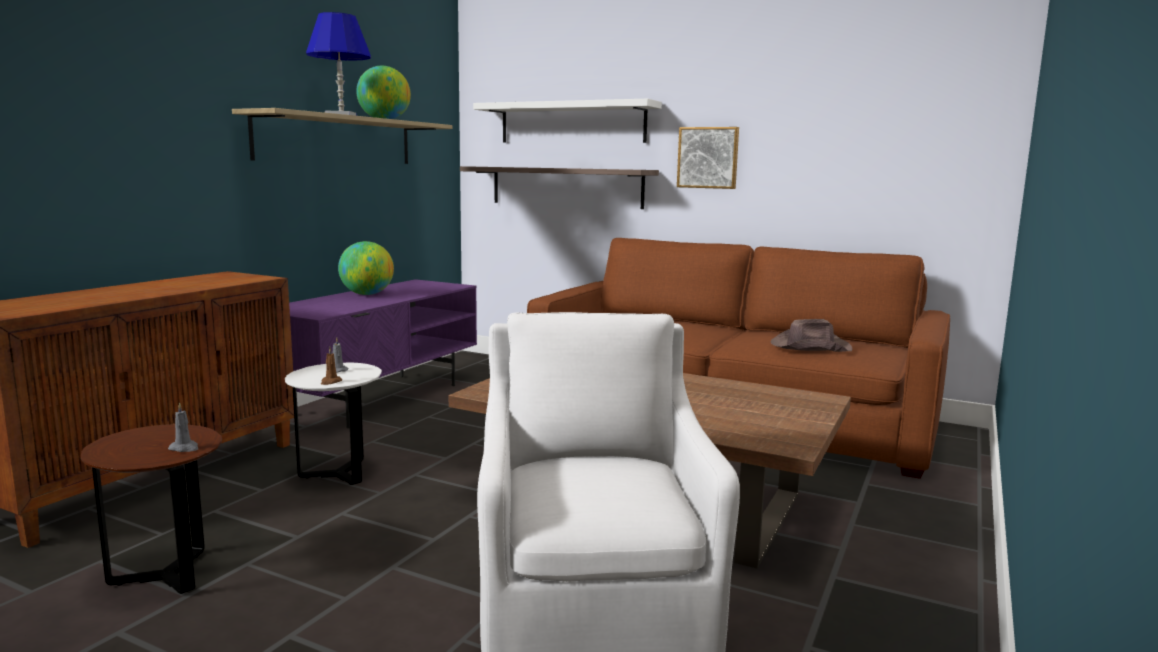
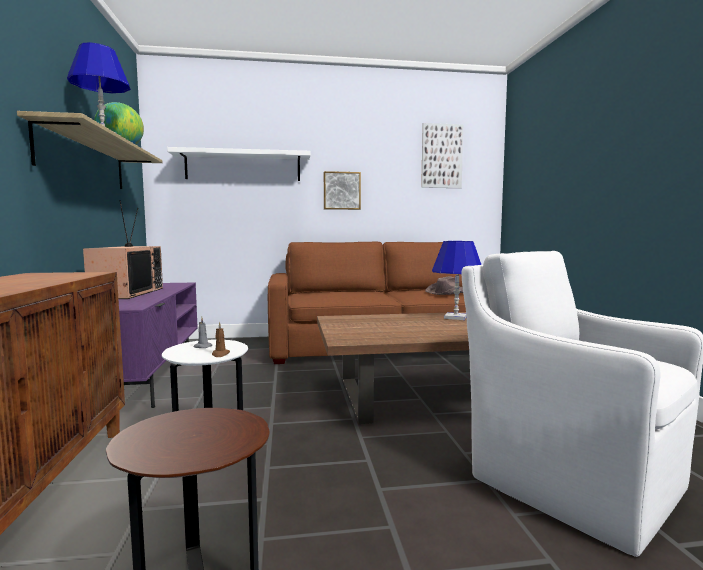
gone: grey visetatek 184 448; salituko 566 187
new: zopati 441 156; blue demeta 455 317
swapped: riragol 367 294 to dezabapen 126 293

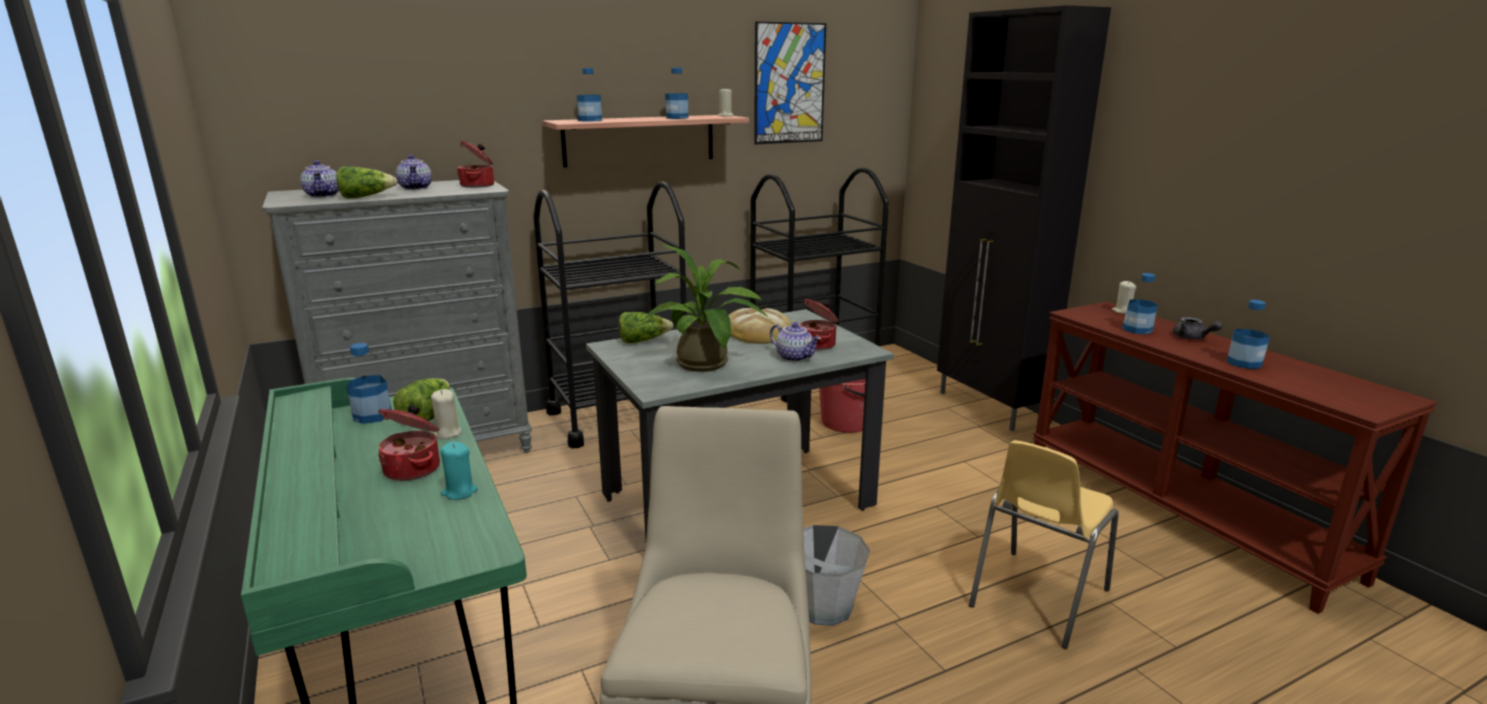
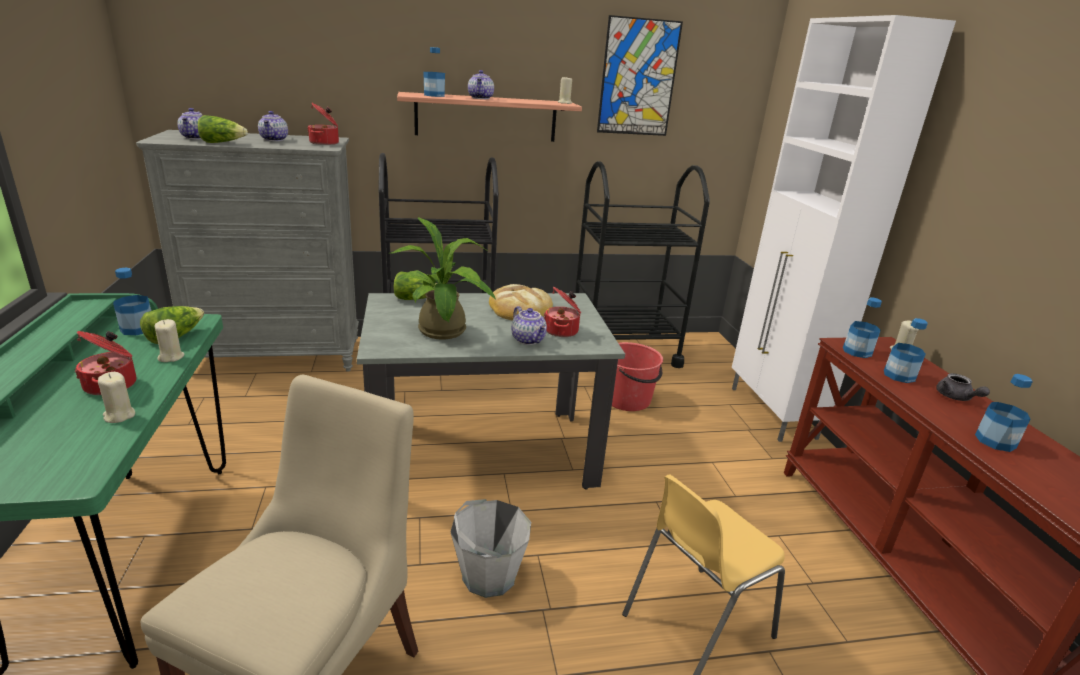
new: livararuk 481 98
shifted: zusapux 677 118 to 857 351
repainted: turquoise visetatek 459 492 to beige visetatek 119 415; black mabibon 990 408 to white mabibon 772 413

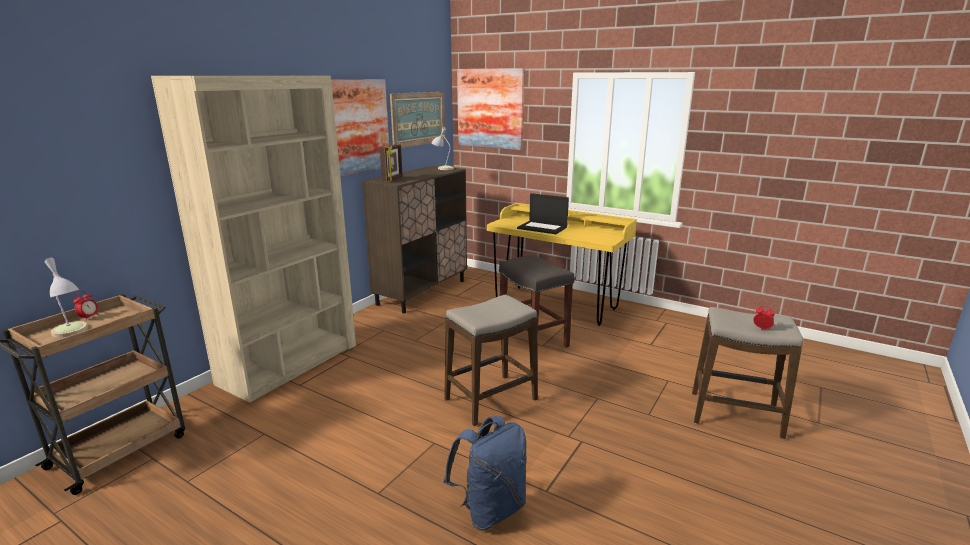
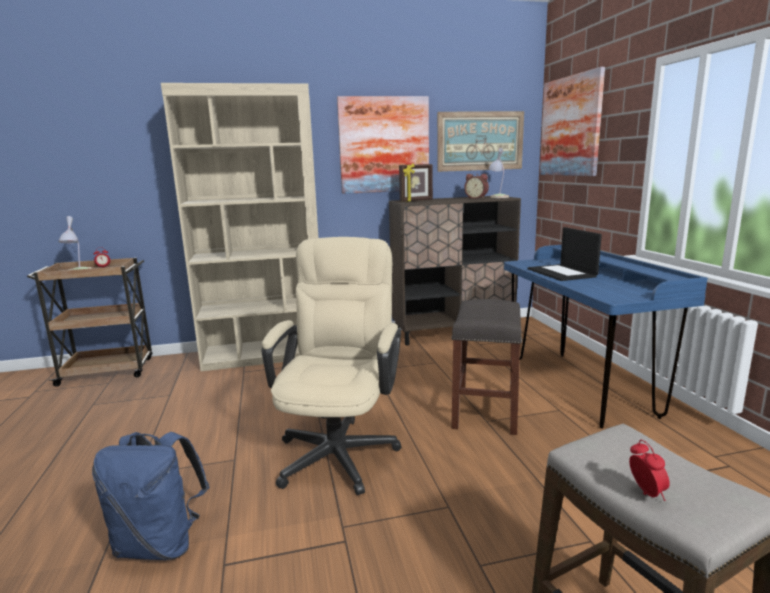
new: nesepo 476 198
swapped: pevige 490 400 to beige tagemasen 340 448
repainted: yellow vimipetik 556 305 to blue vimipetik 579 386

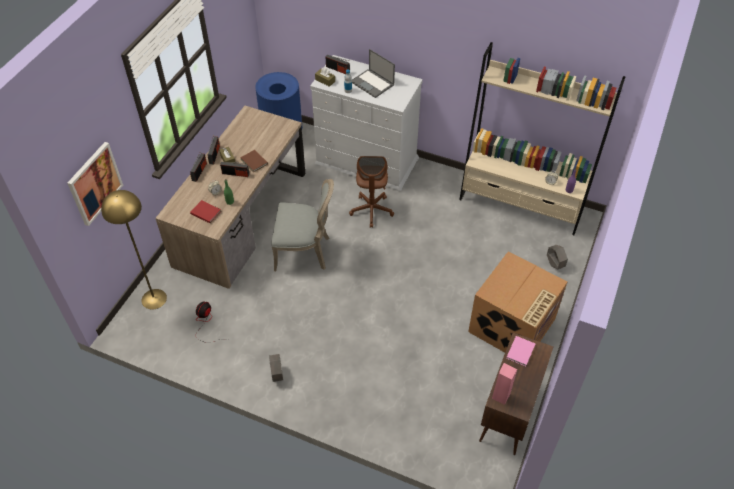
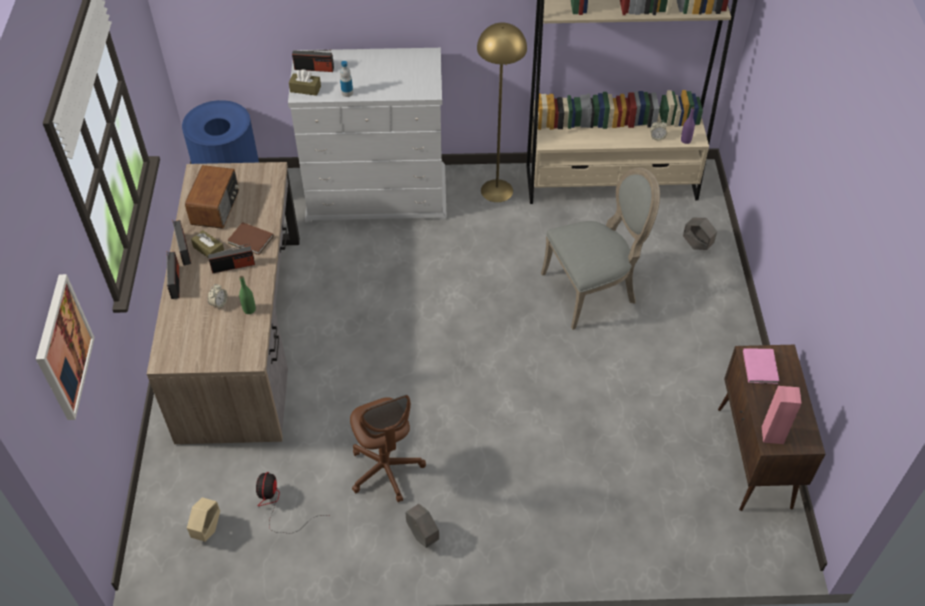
gone: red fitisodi 205 212; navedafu 372 83; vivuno 512 326
new: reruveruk 216 207; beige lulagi 207 529
shifted: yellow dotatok 154 299 to 497 190; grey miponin 305 252 to 593 290; brown tagemasen 371 210 to 386 470

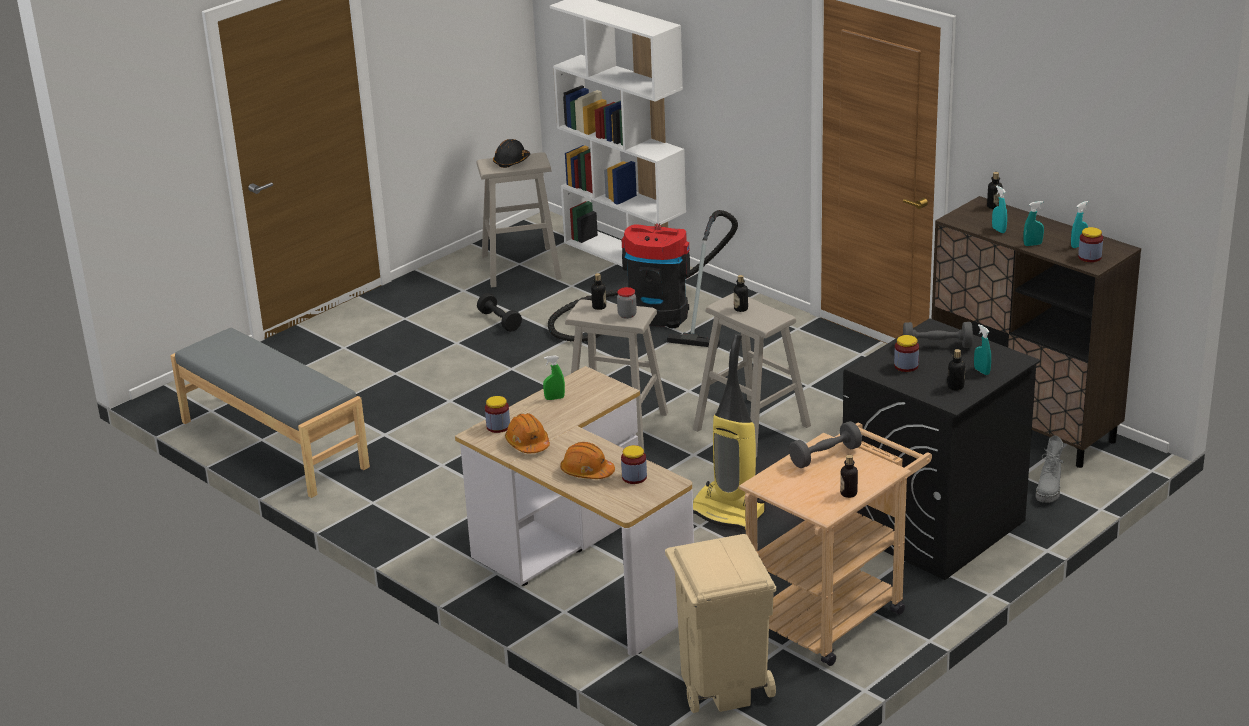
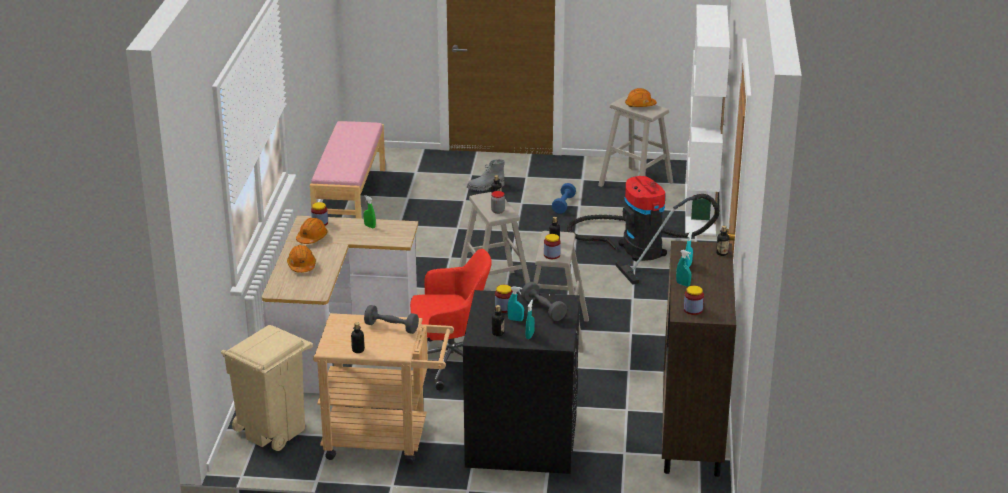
shifted: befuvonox 634 477 to 552 255; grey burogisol 1049 489 to 486 187; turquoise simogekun 1078 245 to 515 320
swapped: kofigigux 728 512 to red tagemasen 450 362
repainted: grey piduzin 272 445 to pink piduzin 349 200; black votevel 500 321 to blue votevel 563 205; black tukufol 511 161 to orange tukufol 640 105

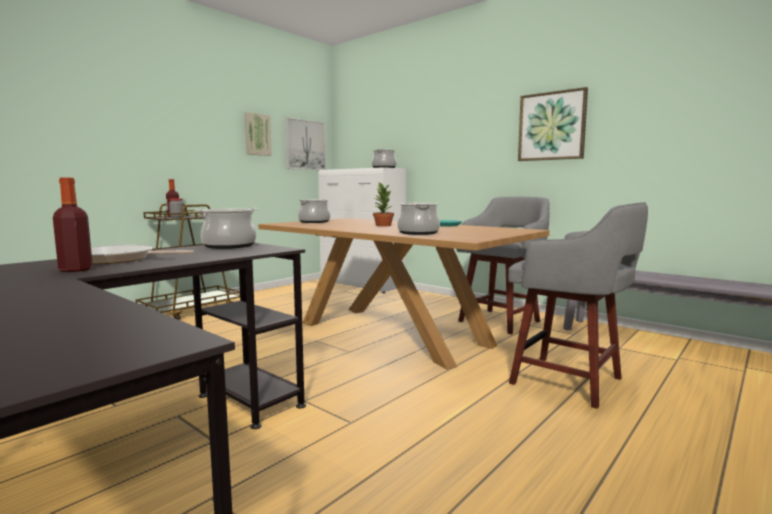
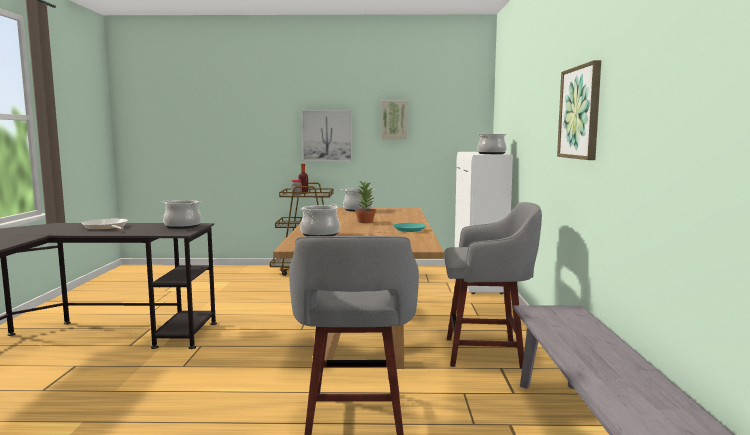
gone: zusapux 76 270
shifted: zopati 305 145 to 327 135

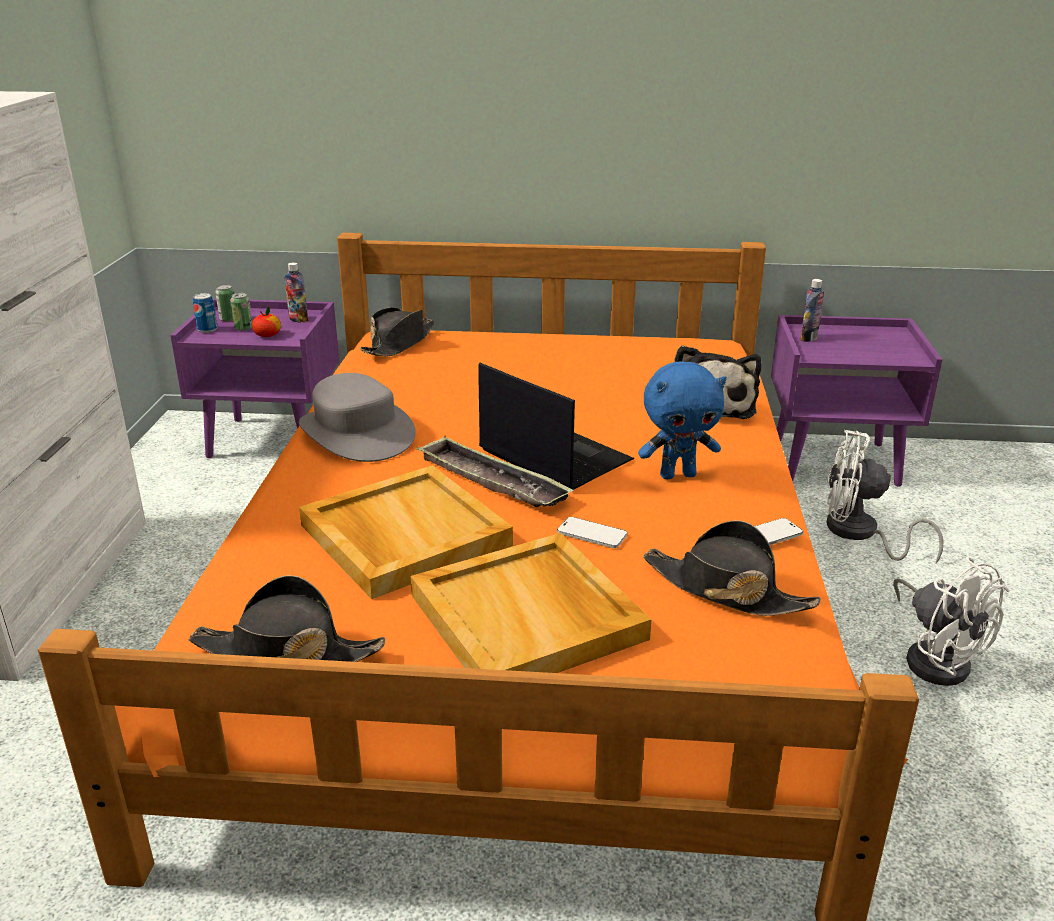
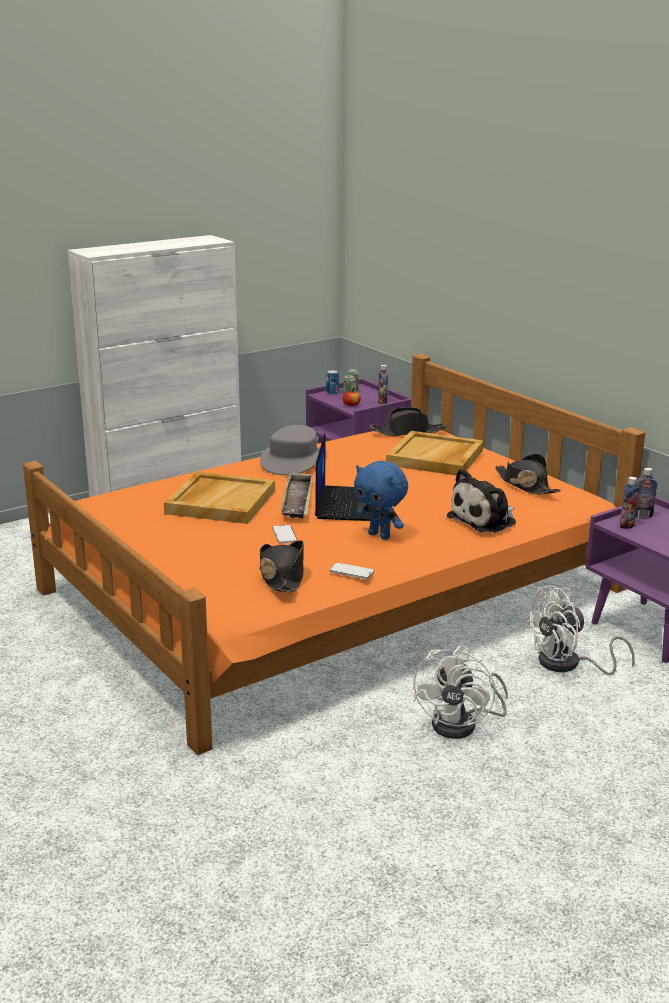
new: zusapux 627 525
shifted: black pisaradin 286 653 to 525 485; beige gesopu 529 617 to 435 458
rotated: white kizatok 859 534 = 568 665 90 degrees counterclockwise

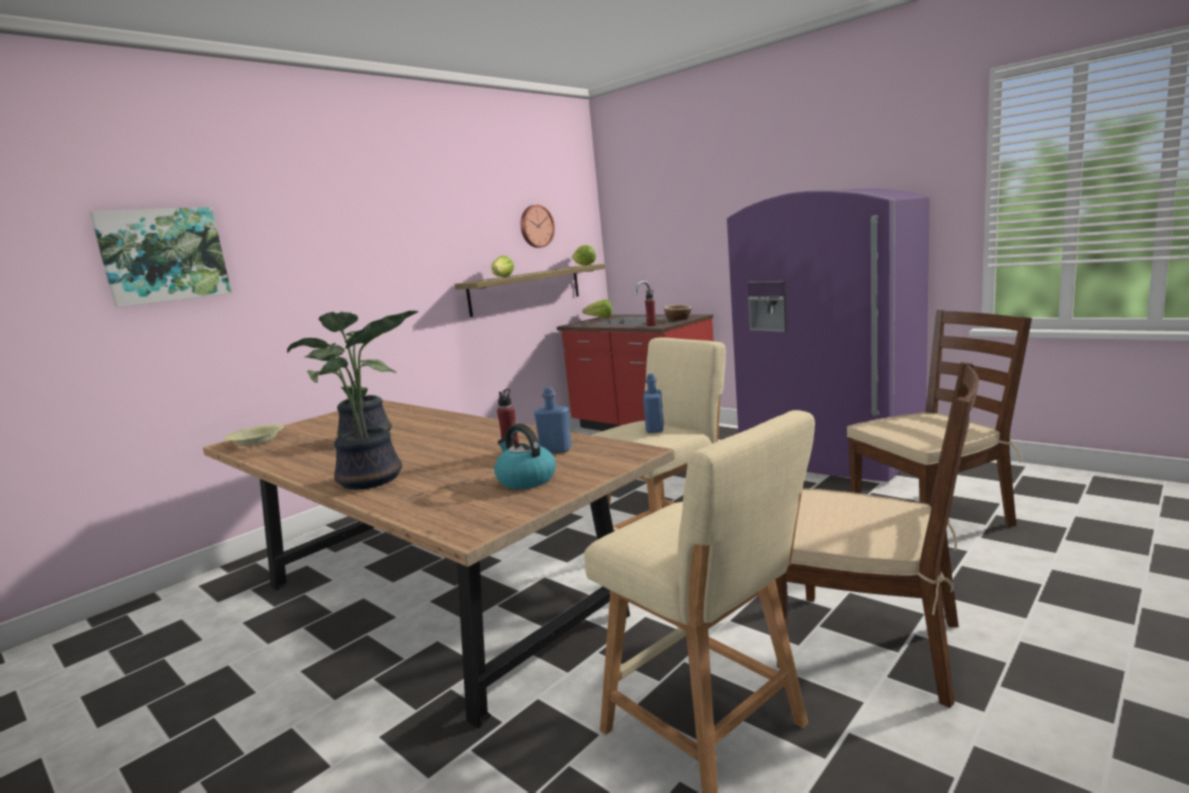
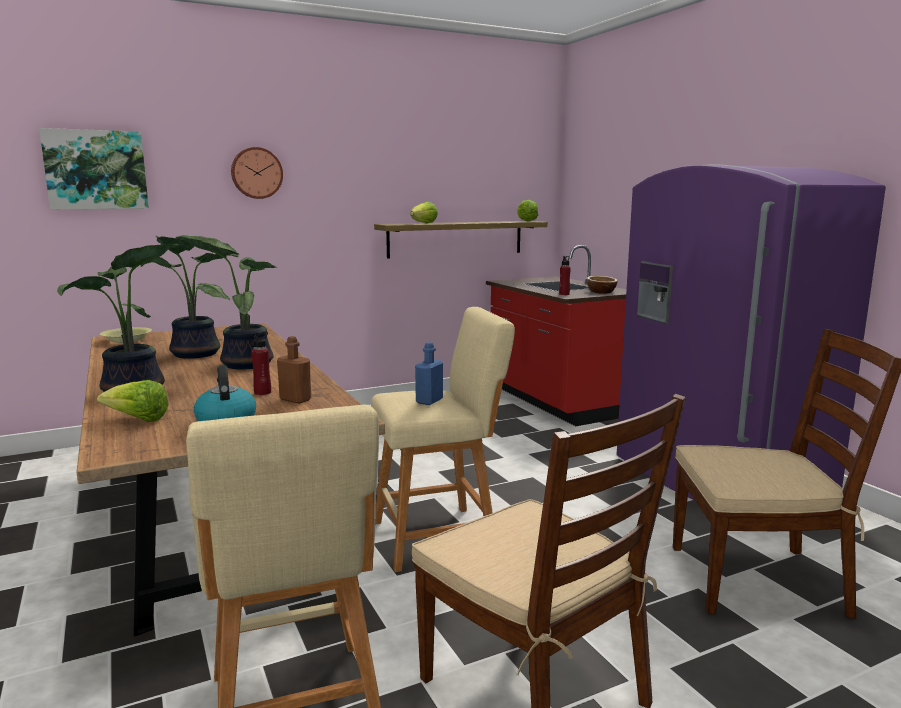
new: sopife 245 363
shifted: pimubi 536 226 to 256 173; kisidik 600 318 to 138 420
repainted: blue zusapux 555 450 to brown zusapux 295 399

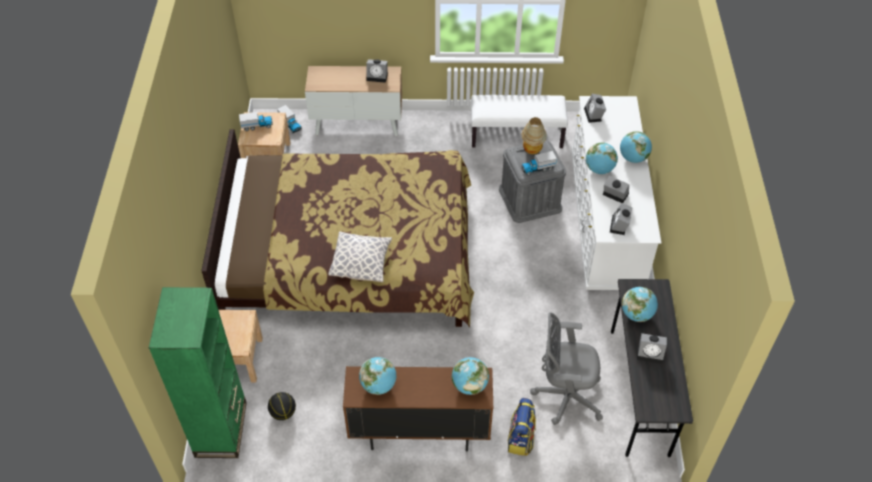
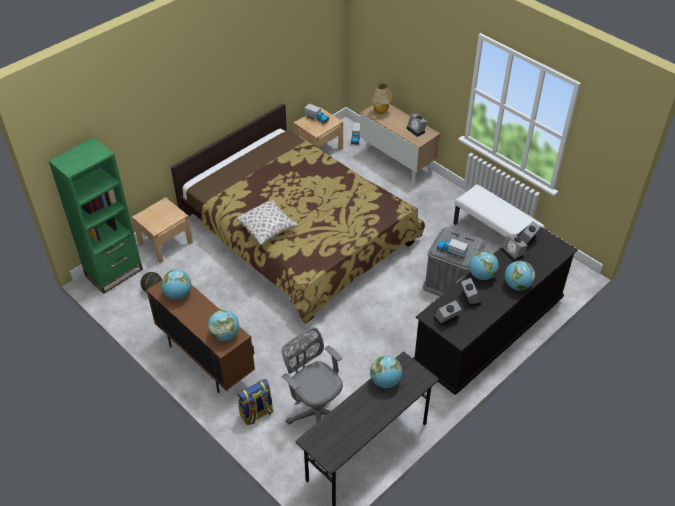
shifted: demeta 532 150 to 381 112; nesepo 651 353 to 513 253
repainted: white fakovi 605 219 to black fakovi 488 331

